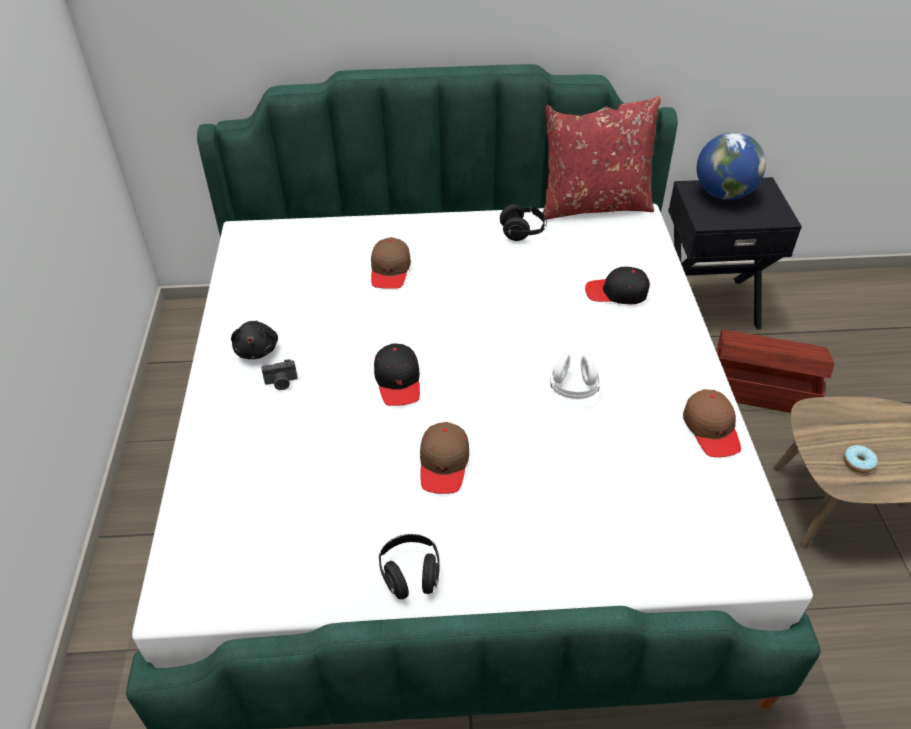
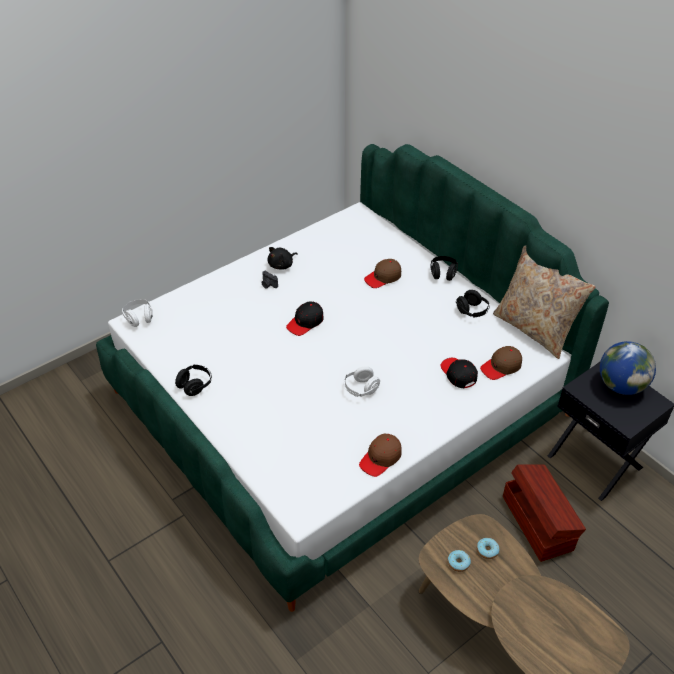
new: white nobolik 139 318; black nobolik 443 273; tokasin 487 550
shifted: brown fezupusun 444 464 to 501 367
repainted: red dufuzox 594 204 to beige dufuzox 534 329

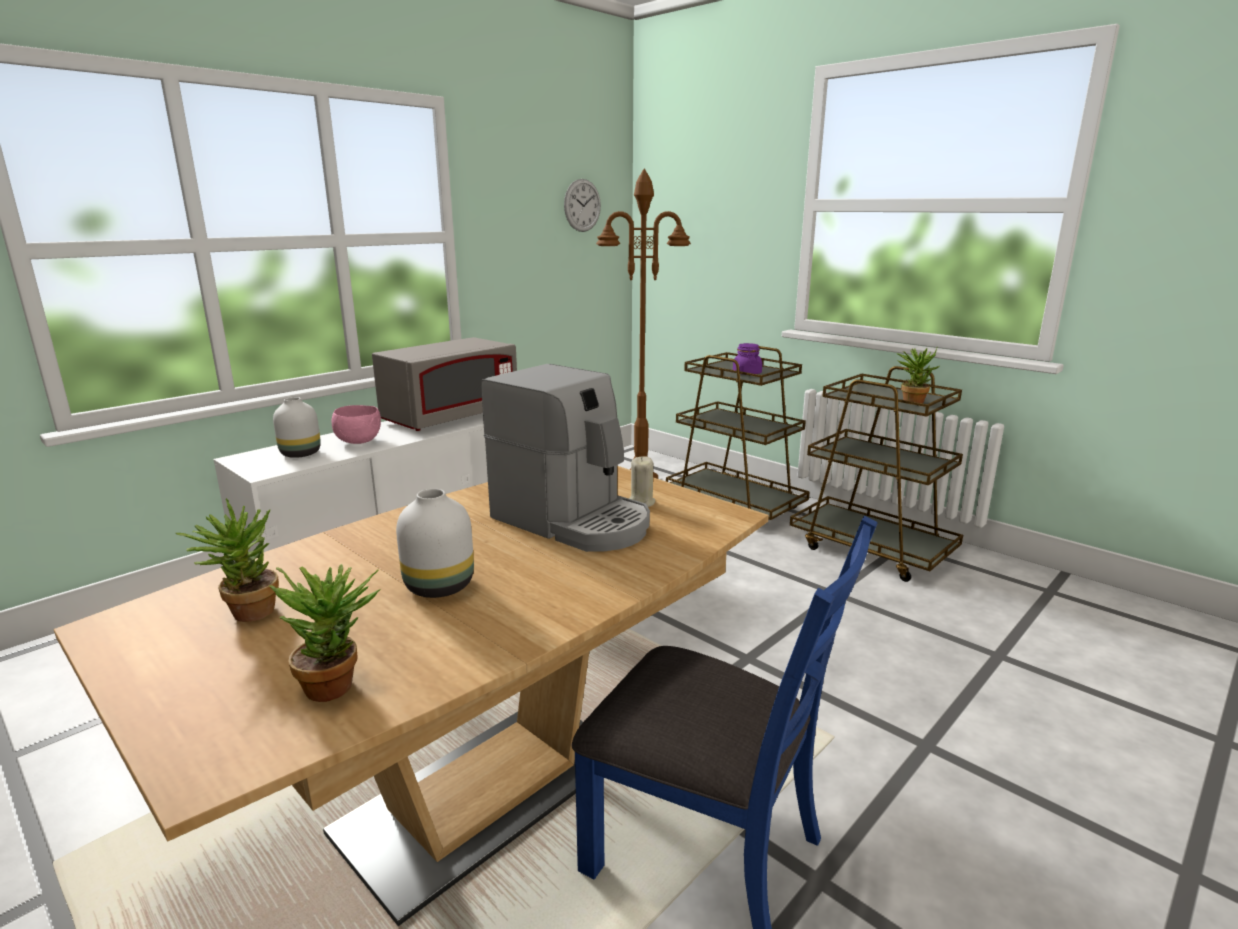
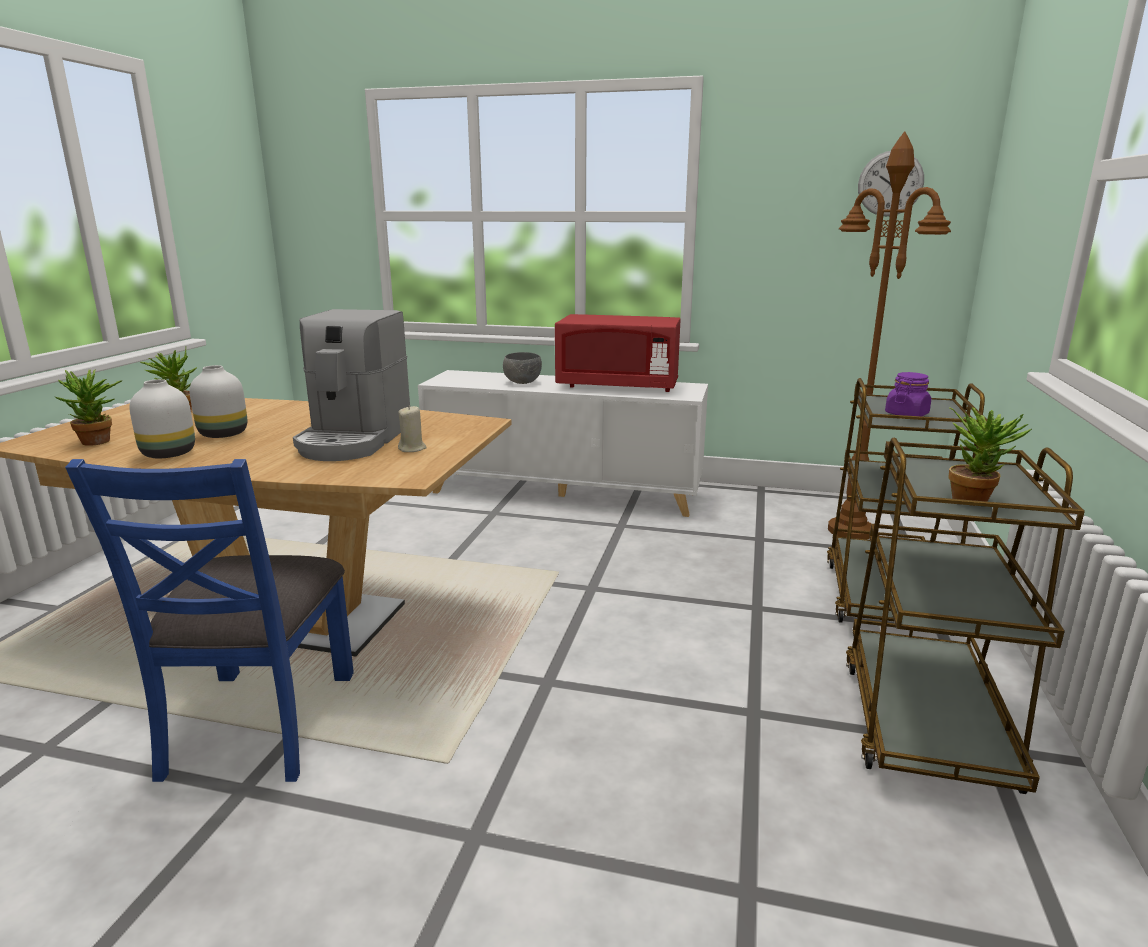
shifted: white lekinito 300 453 to 170 453
repainted: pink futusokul 360 441 to grey futusokul 523 383; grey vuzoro 451 417 to red vuzoro 618 386

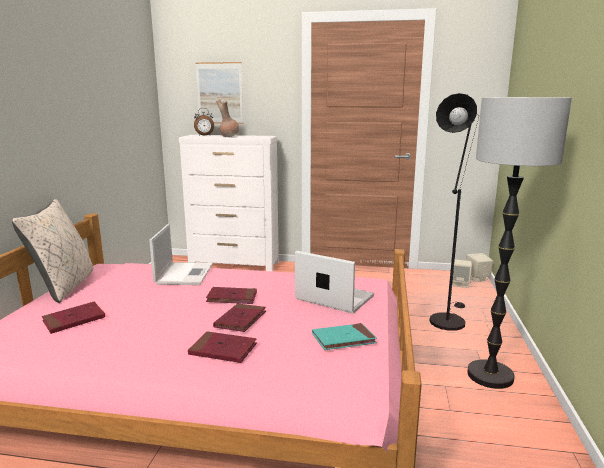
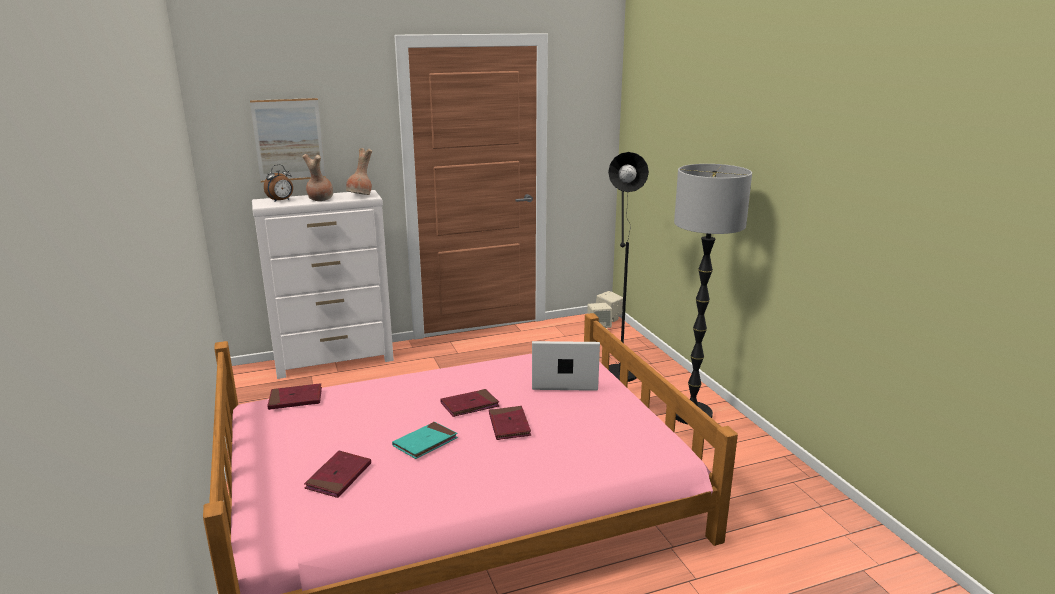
gone: beige dufuzox 64 286; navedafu 184 274
new: brown lekinito 360 196
shifted: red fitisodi 223 350 to 295 399; turquoise fitisodi 343 339 to 425 443

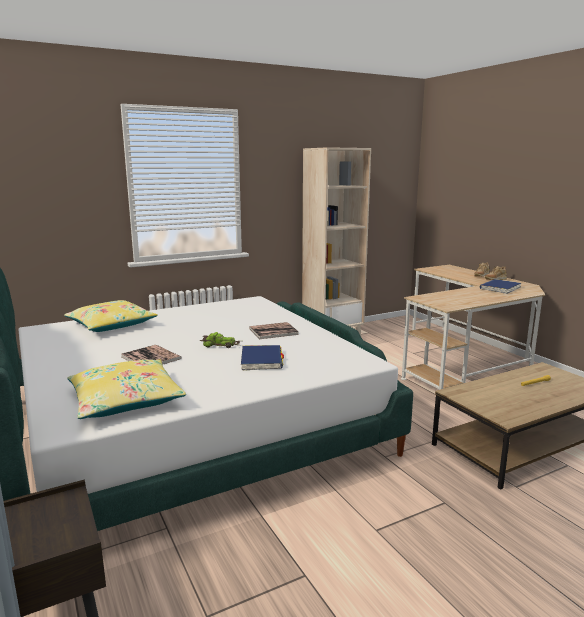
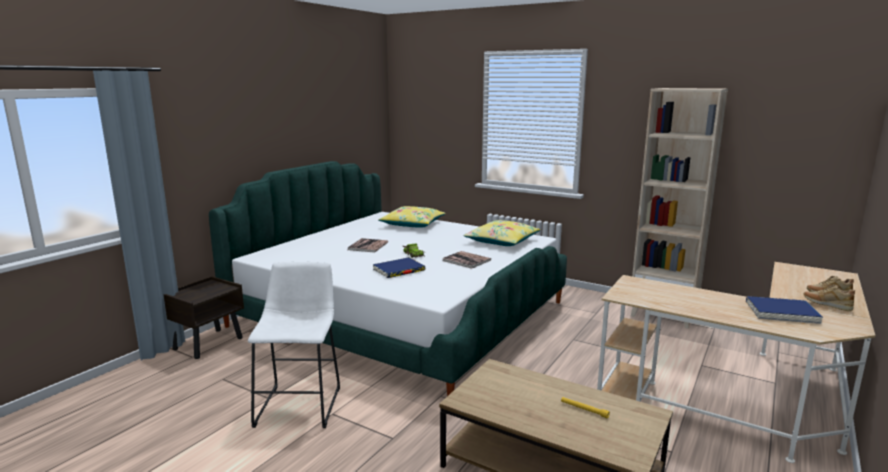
new: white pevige 301 403
shifted: yellow dufuzox 125 400 to 502 241

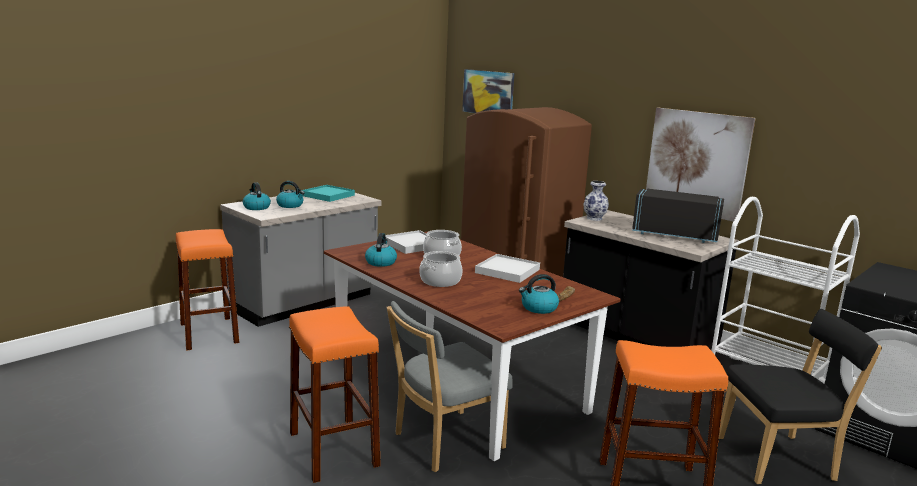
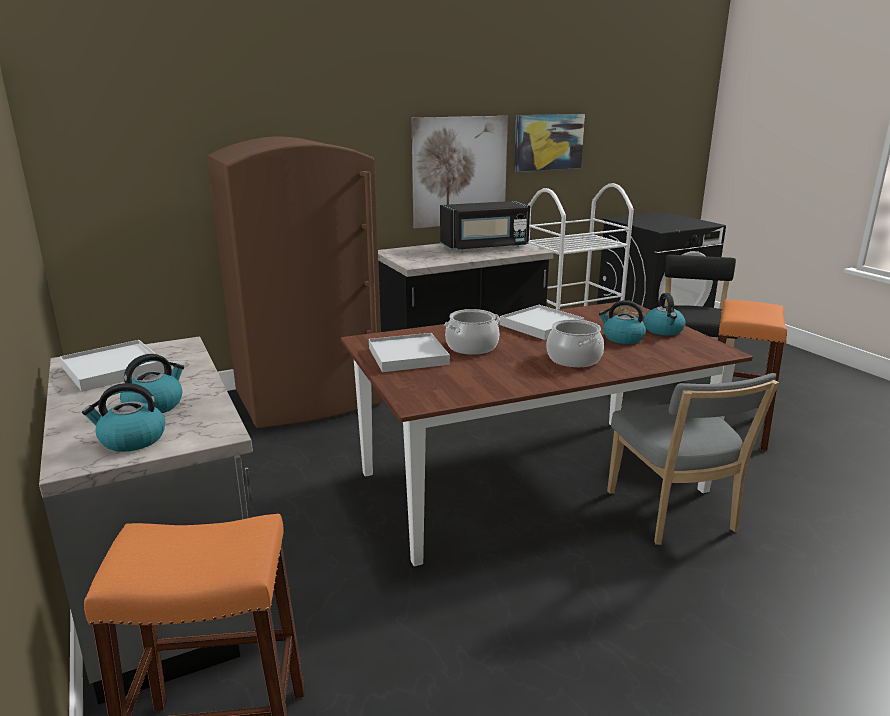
gone: orange pevige 333 449; lekinito 595 218
shifted: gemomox 380 262 to 622 338; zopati 488 93 to 548 142
repainted: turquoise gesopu 328 195 to white gesopu 113 369
rotated: black vuzoro 675 235 = 485 247 150 degrees counterclockwise

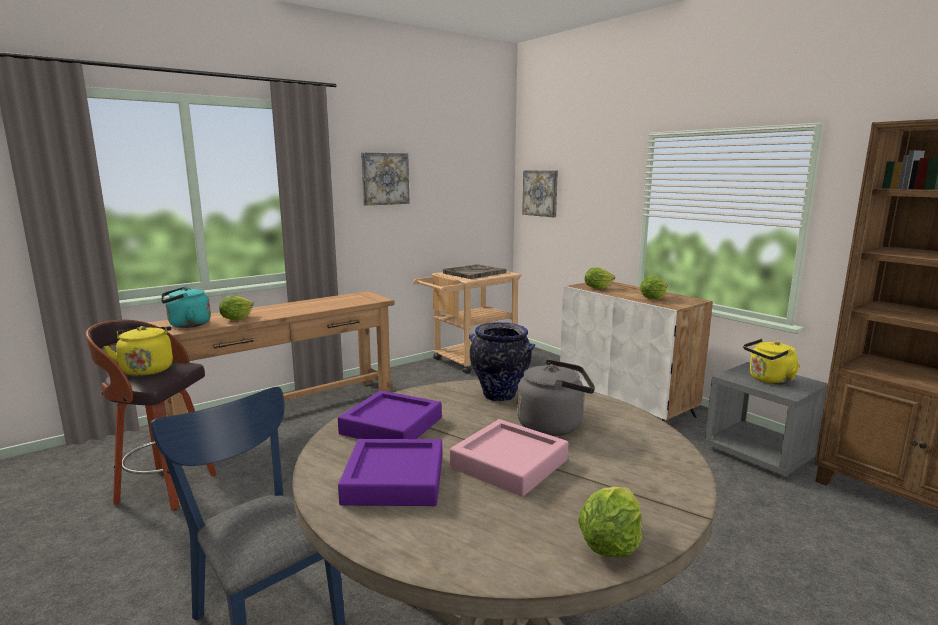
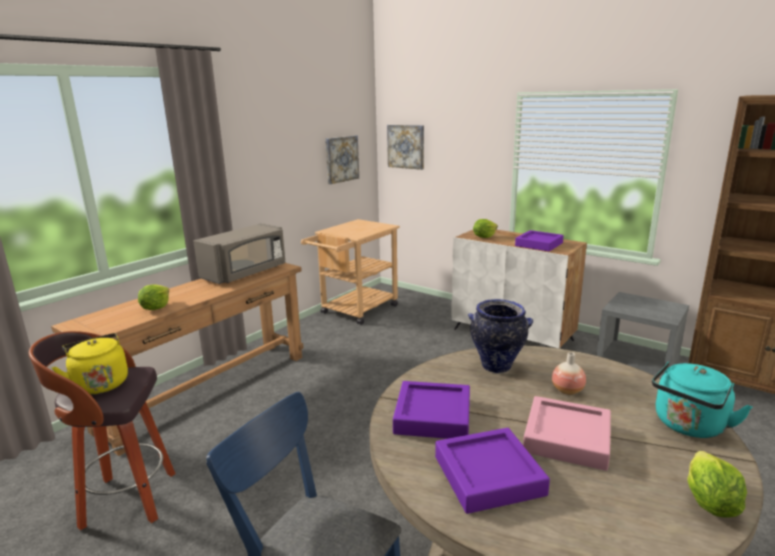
gone: grey gesopu 474 273; yellow gemomox 768 380
new: grey vuzoro 246 273
shifted: turquoise gemomox 187 325 to 688 426; zopati 385 179 to 341 159
swapped: grey gemomox 554 425 to lekinito 567 390; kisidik 652 298 to purple gesopu 539 244

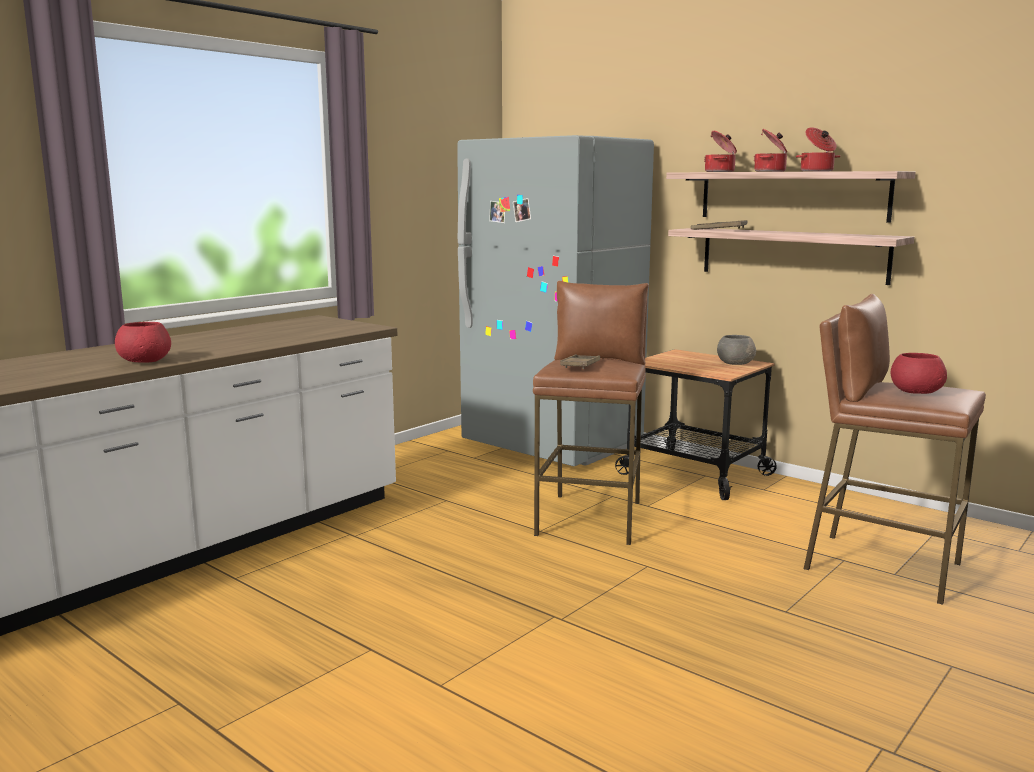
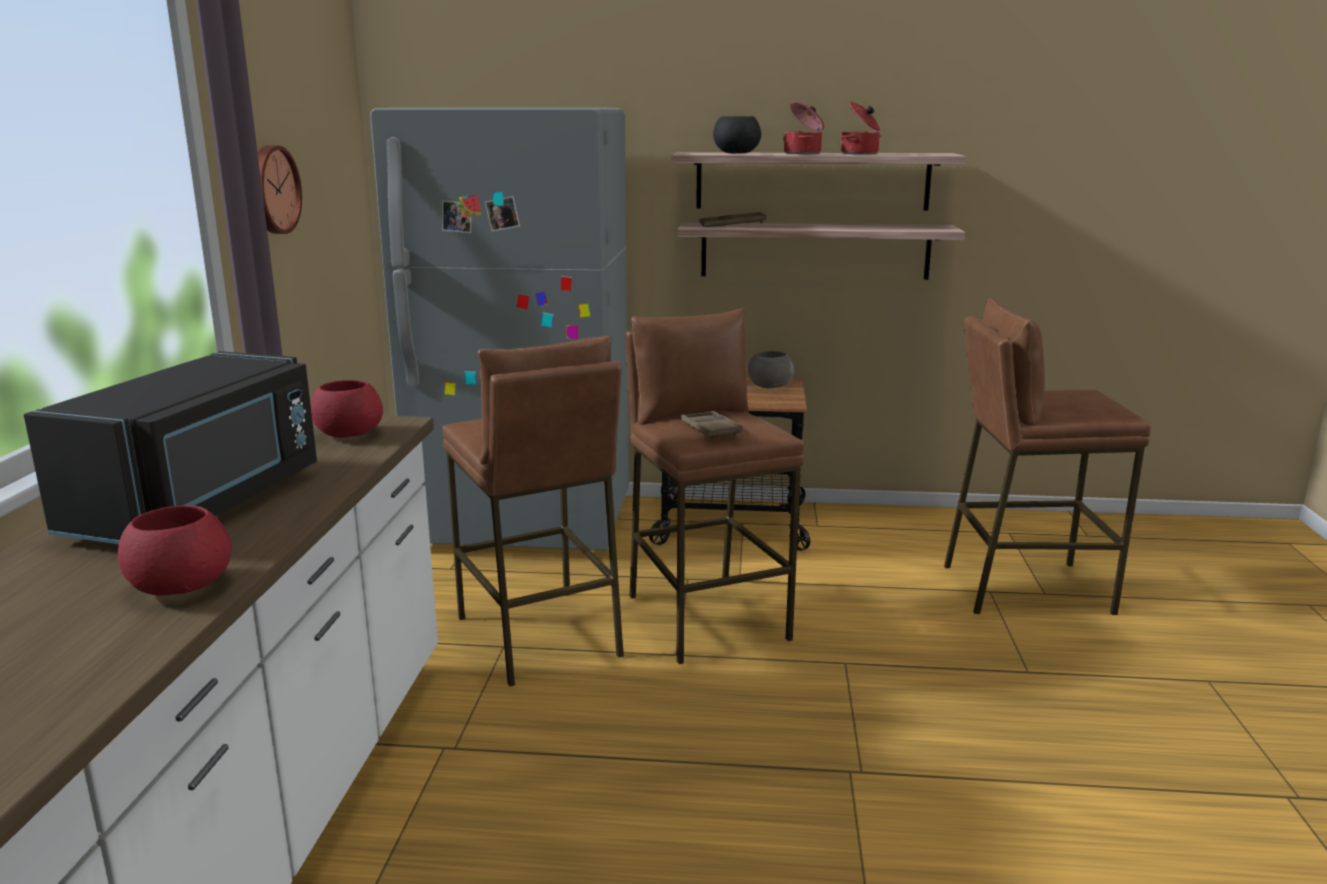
new: black vuzoro 204 503; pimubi 272 190; brown pevige 539 636
shifted: red futusokul 915 392 to 348 434
swapped: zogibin 720 171 to black futusokul 736 153

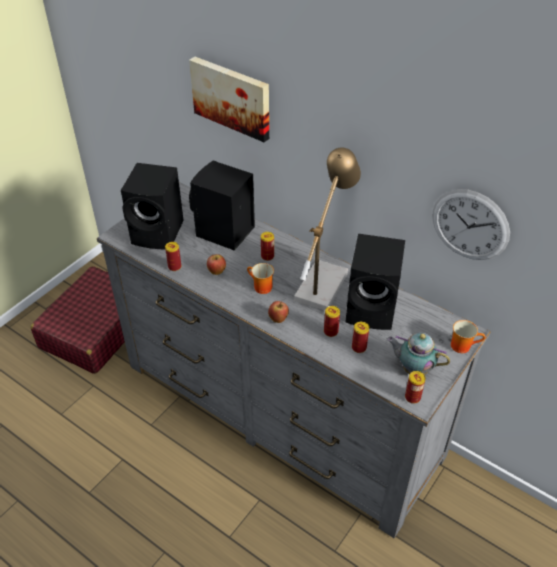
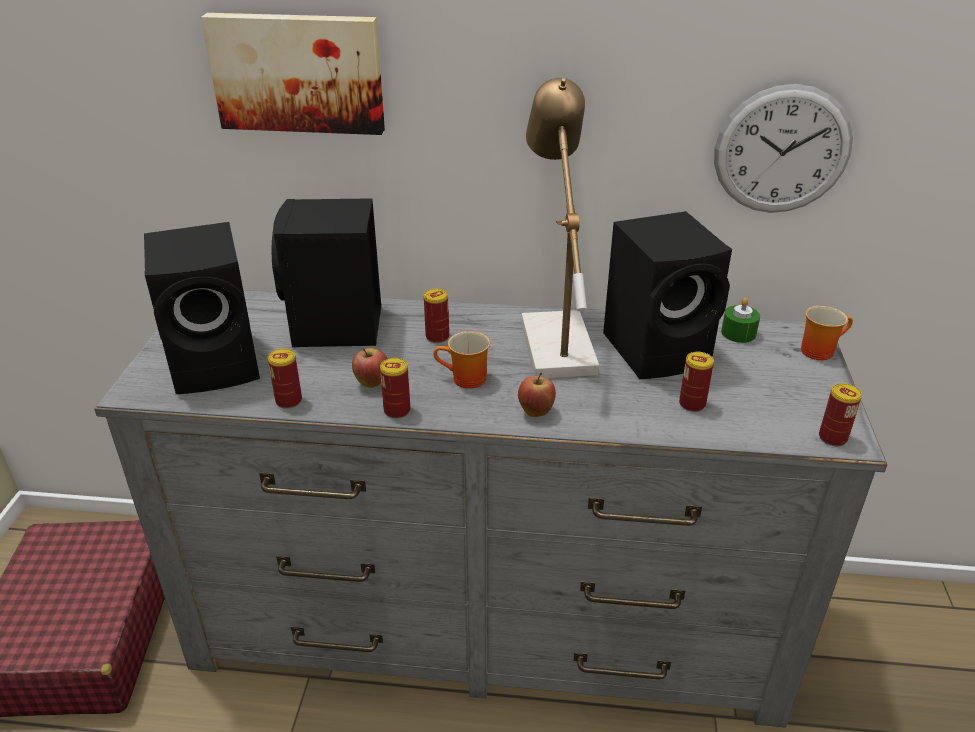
gone: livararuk 413 369
new: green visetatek 738 333
shifted: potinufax 331 331 to 397 410

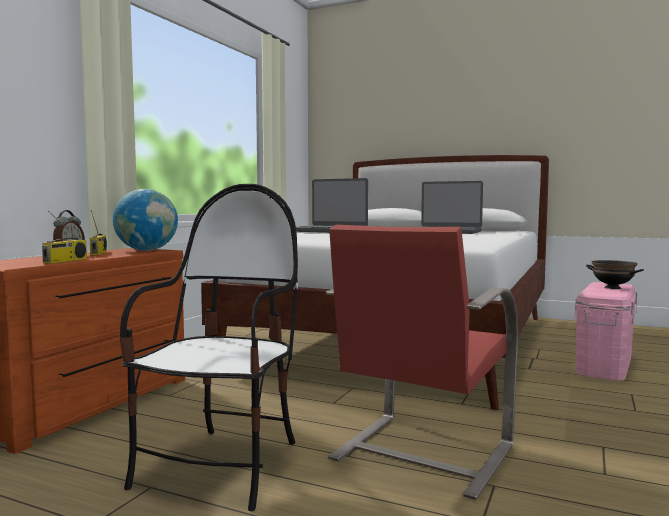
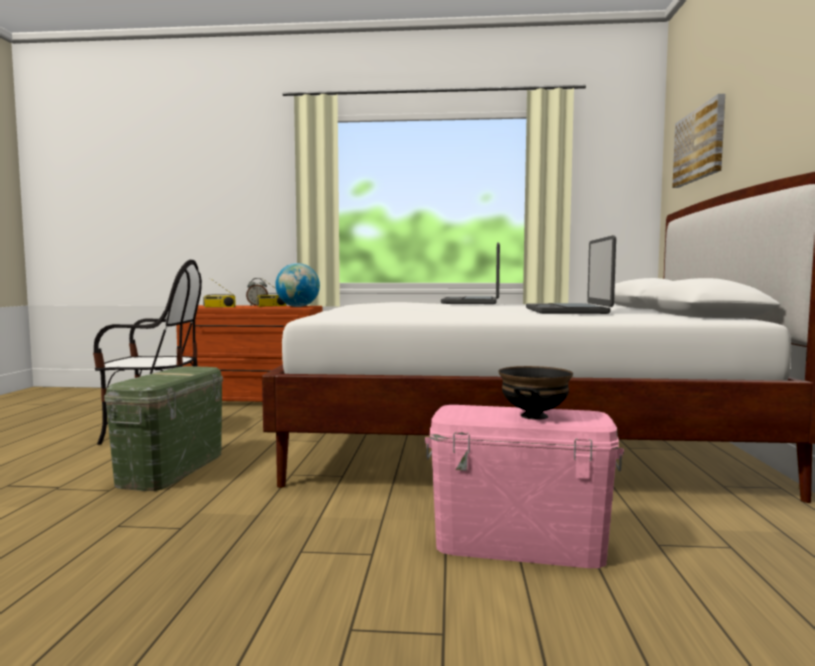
new: zopati 699 145
swapped: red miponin 420 453 to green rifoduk 171 468

